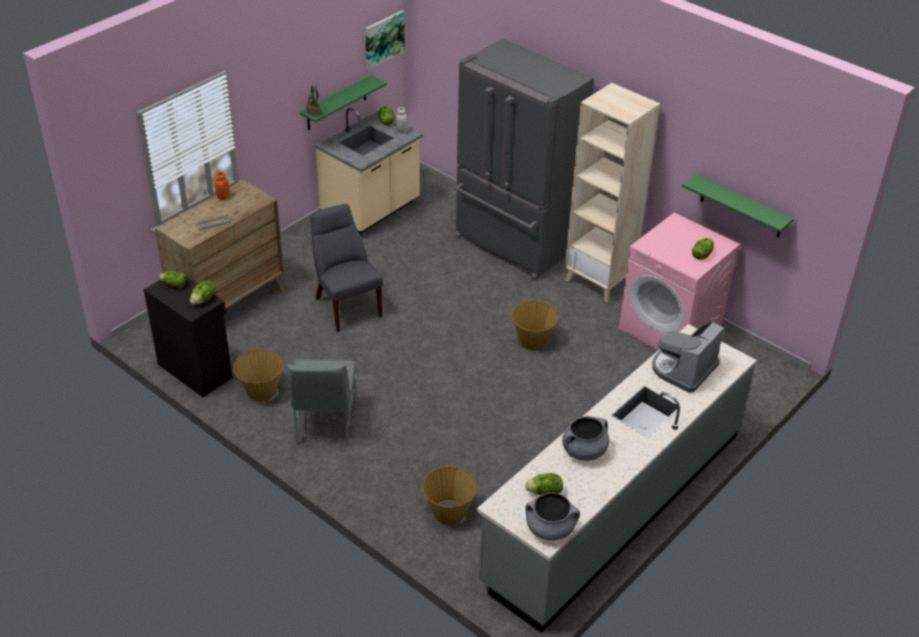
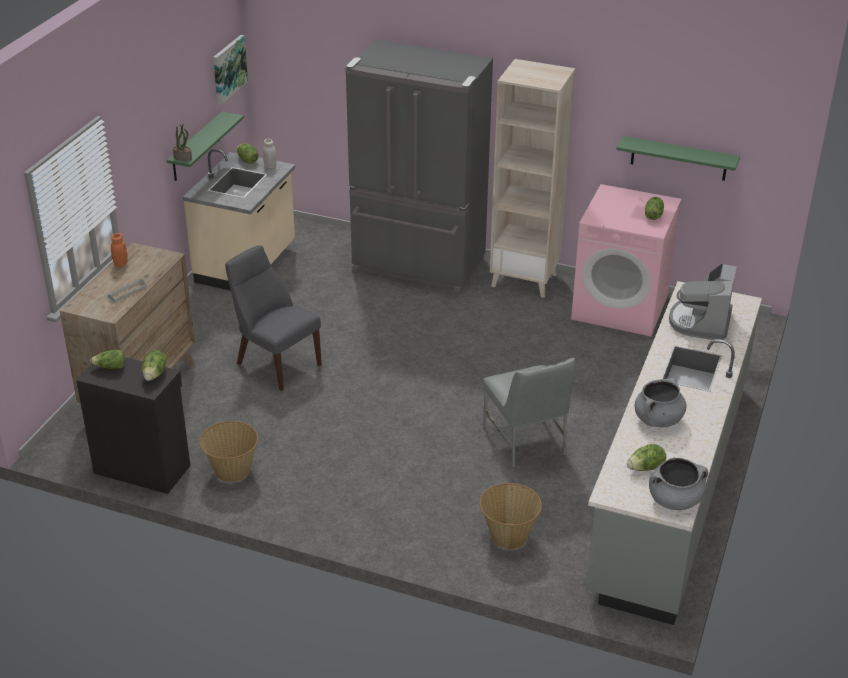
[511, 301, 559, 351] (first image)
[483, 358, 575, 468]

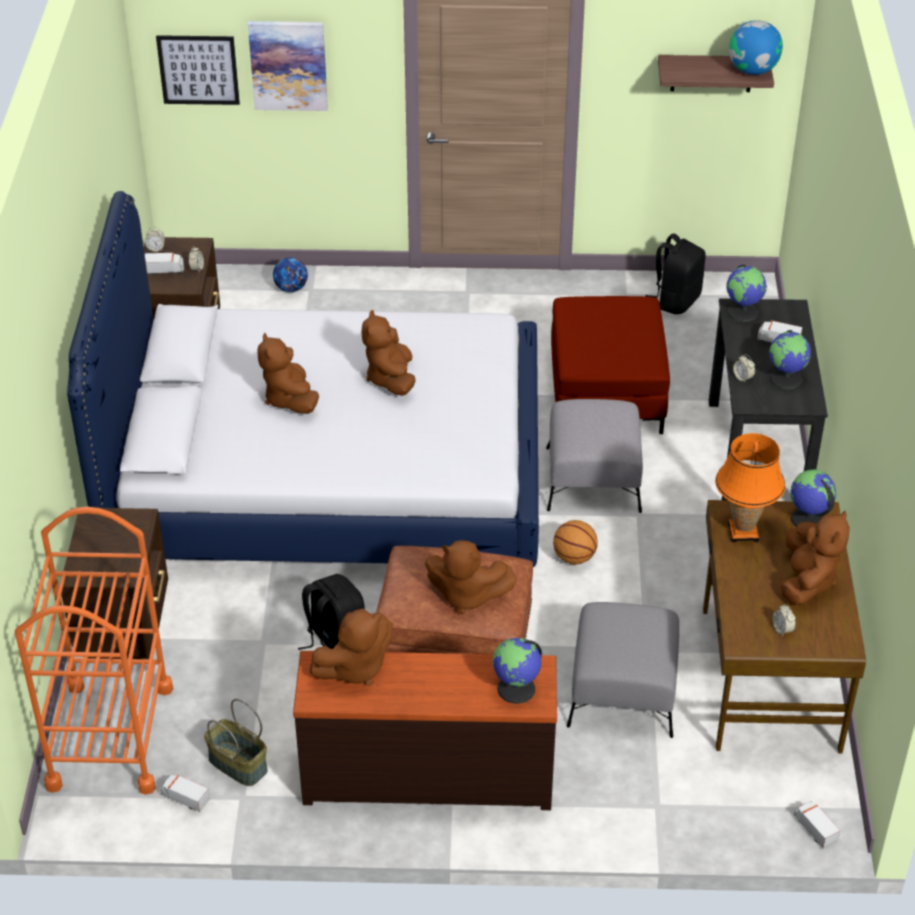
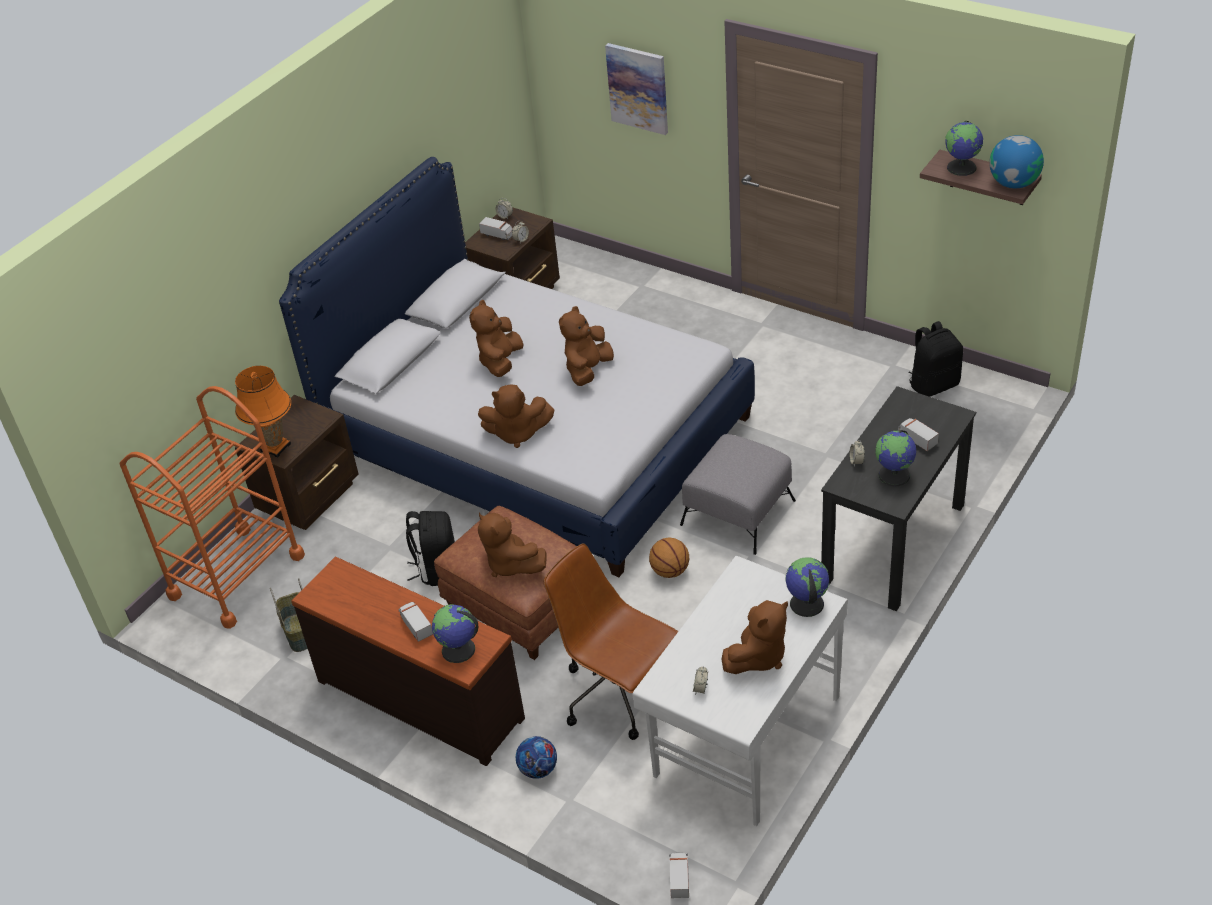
[156, 35, 240, 105] (first image)
[551, 296, 670, 434] (first image)
[398, 602, 433, 642]
[516, 736, 557, 779]
[478, 385, 554, 448]
[235, 366, 291, 458]
[945, 121, 983, 176]
[544, 544, 678, 740]
[633, 555, 848, 826]

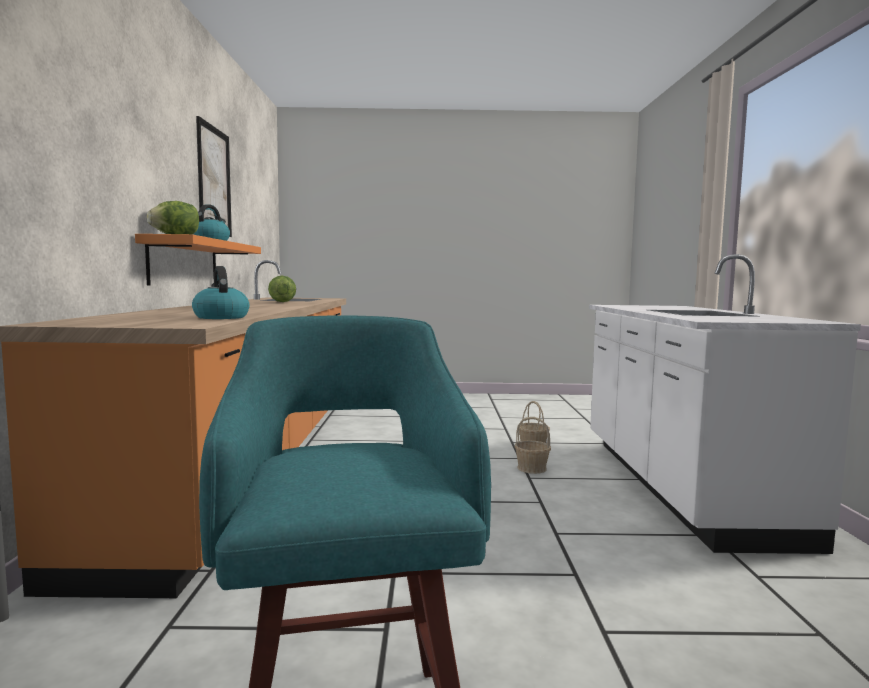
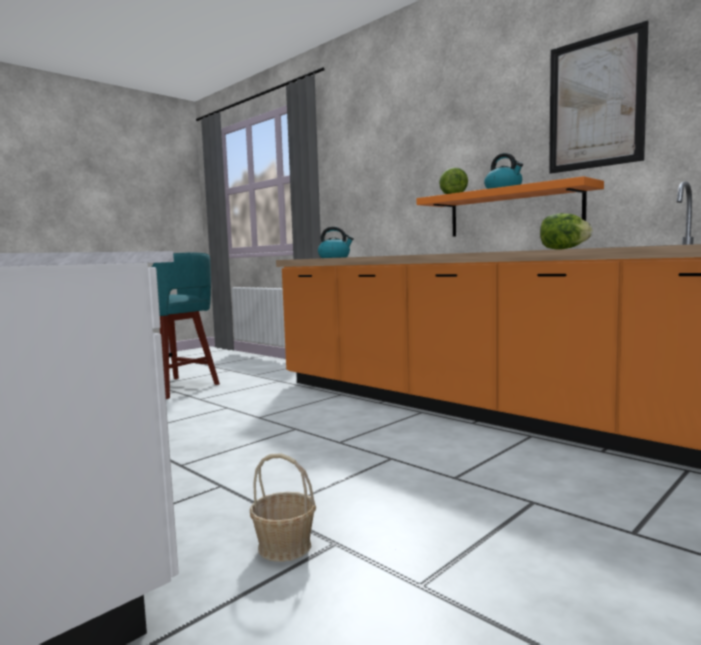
[515, 417, 551, 474] (first image)

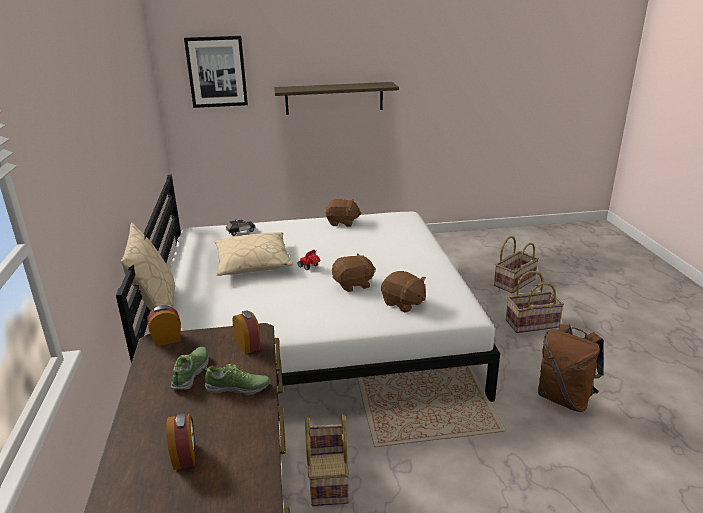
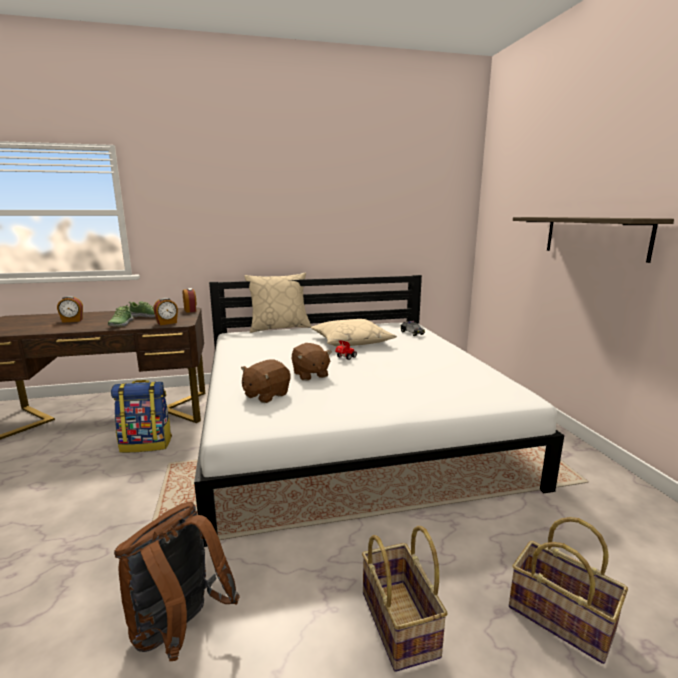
[184, 36, 248, 108] (first image)
[325, 199, 362, 227] (first image)
[111, 380, 172, 453]

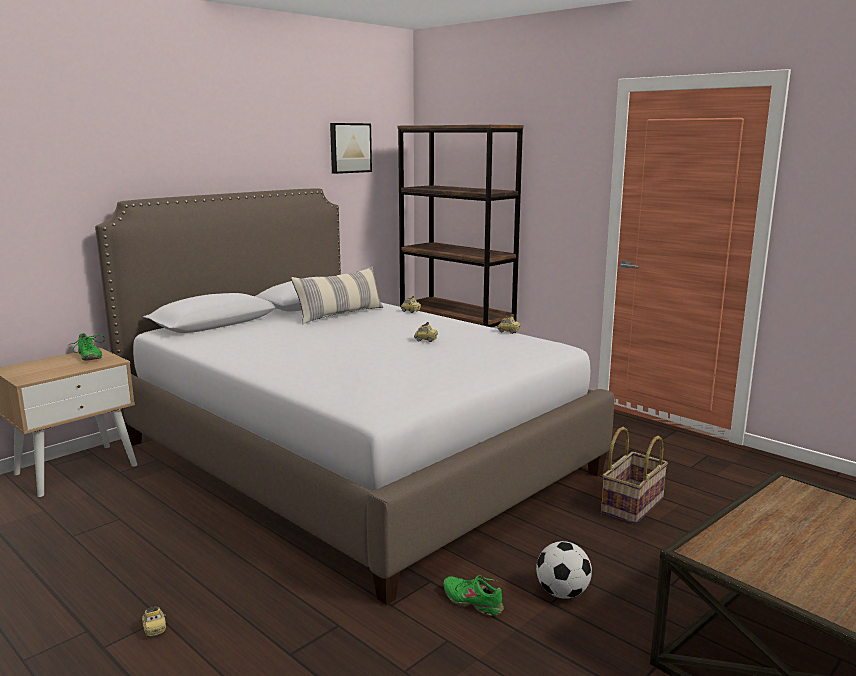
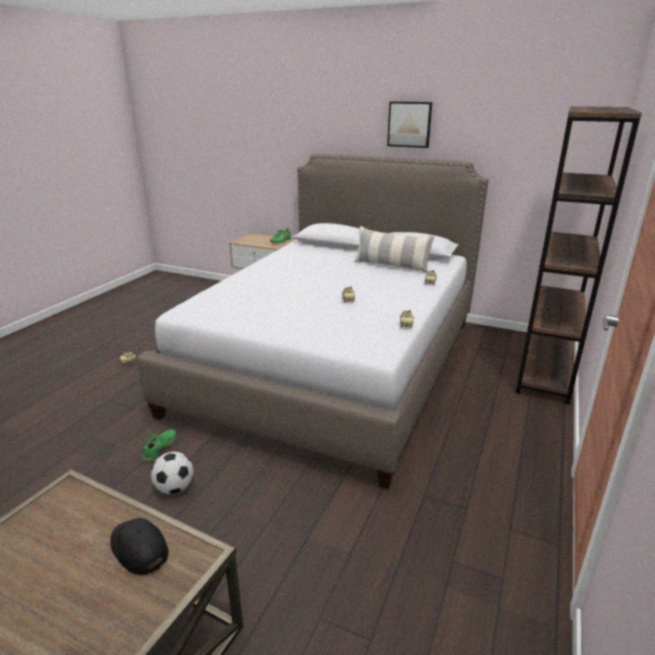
[601, 427, 668, 524] (first image)
[110, 518, 169, 575]
[387, 102, 432, 148]

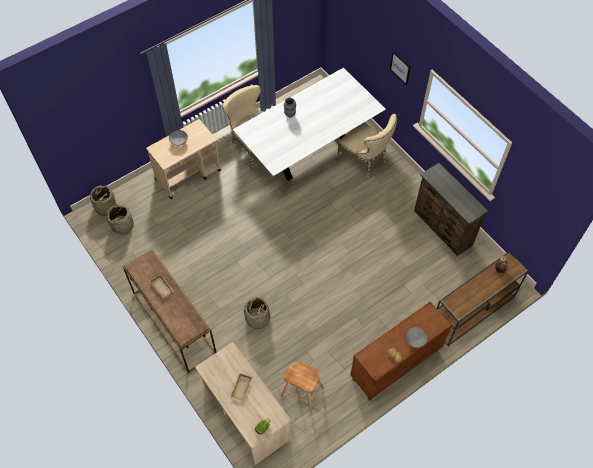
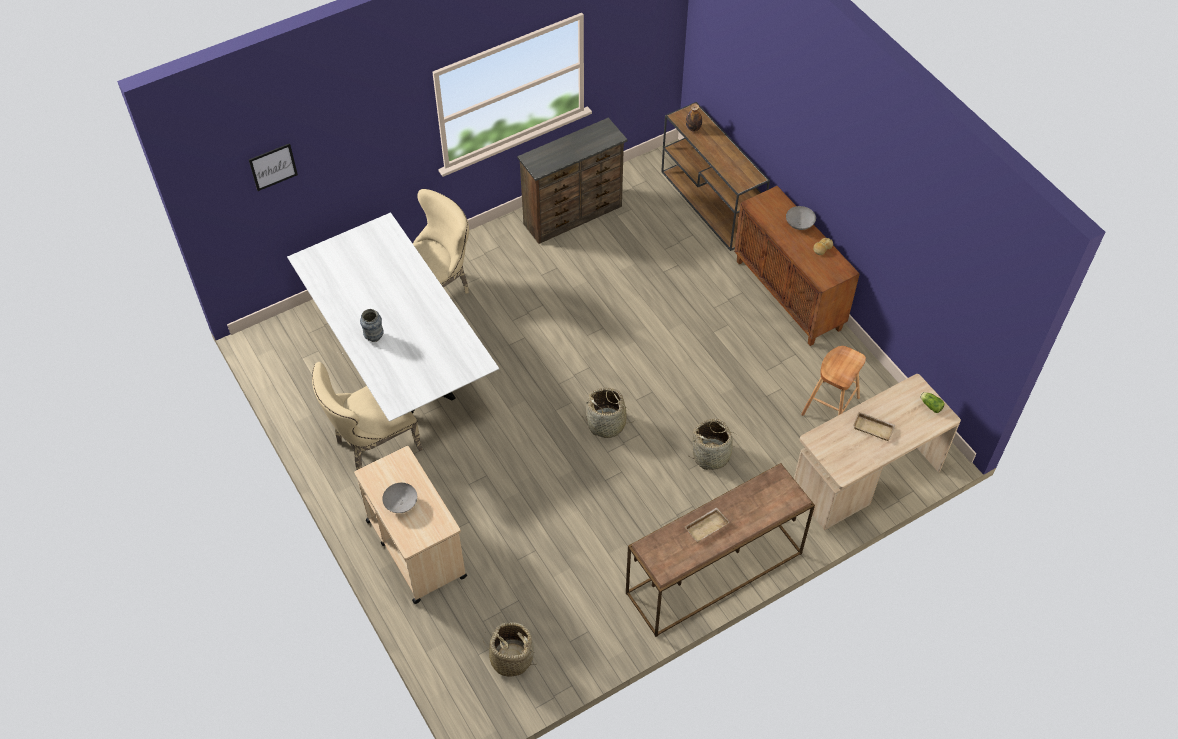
[583, 388, 635, 438]
[249, 143, 298, 191]

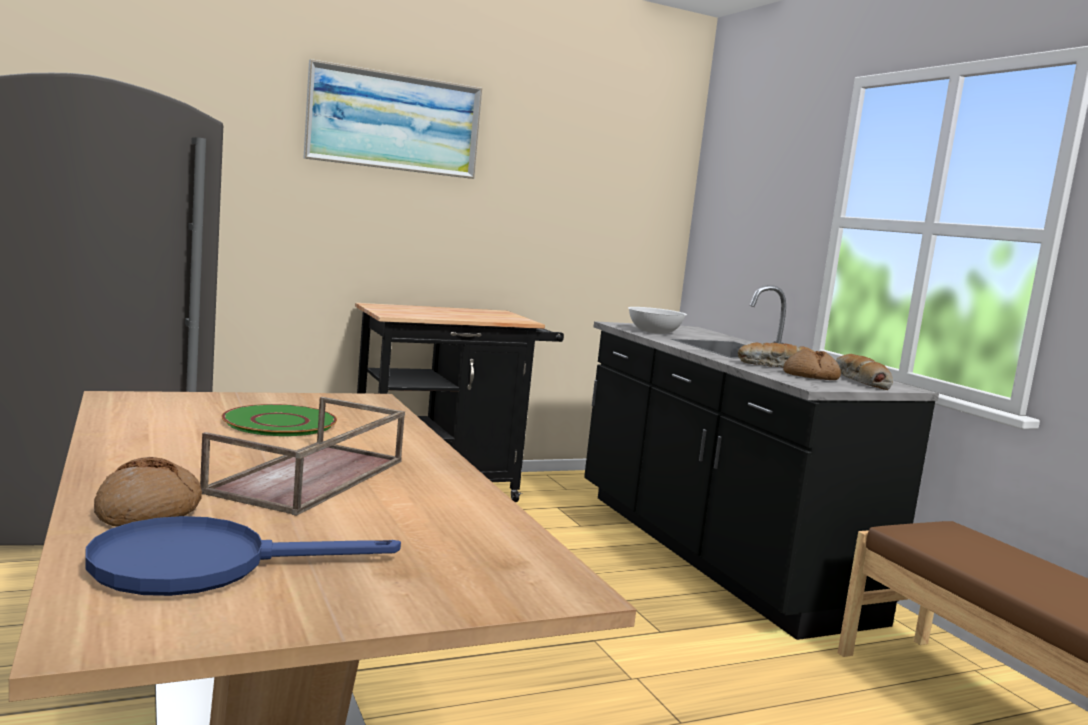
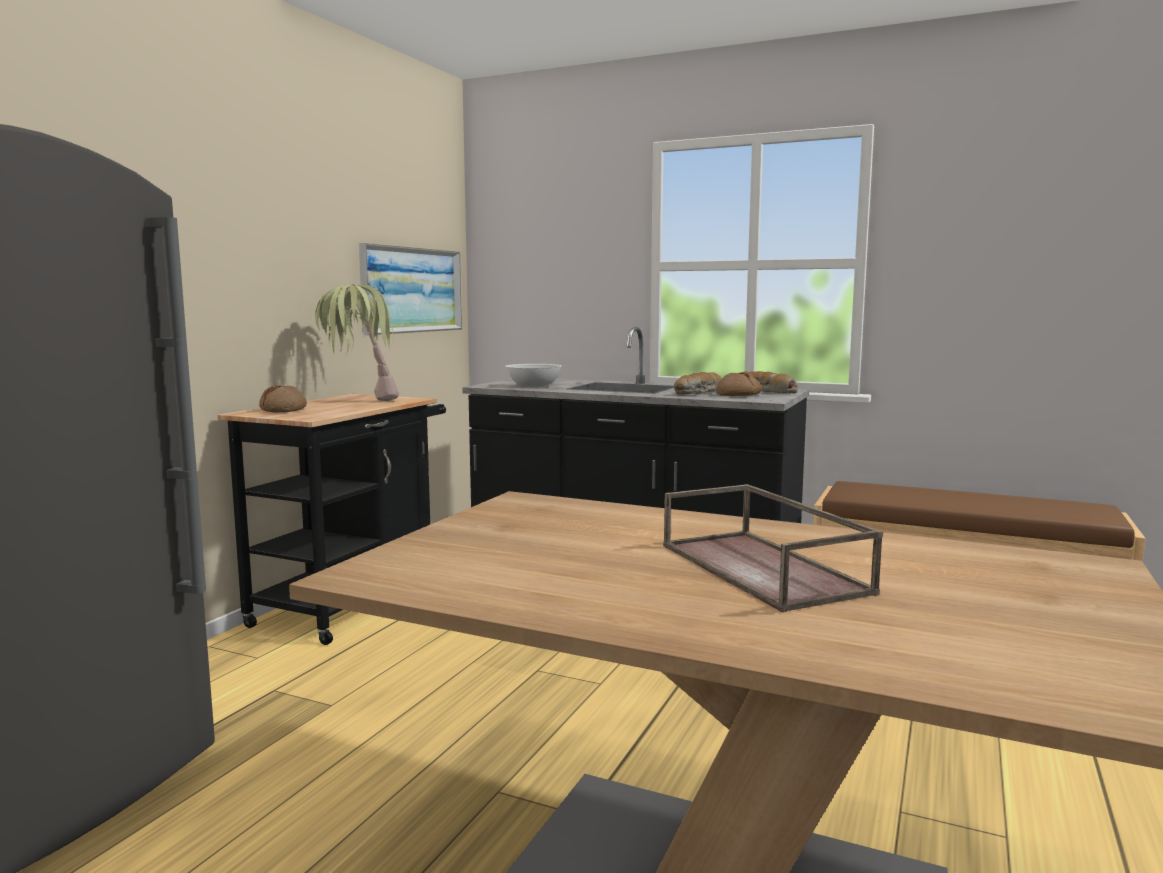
[85, 516, 401, 596] (first image)
[221, 404, 337, 436] (first image)
[315, 284, 399, 401]
[259, 385, 307, 413]
[359, 243, 462, 335]

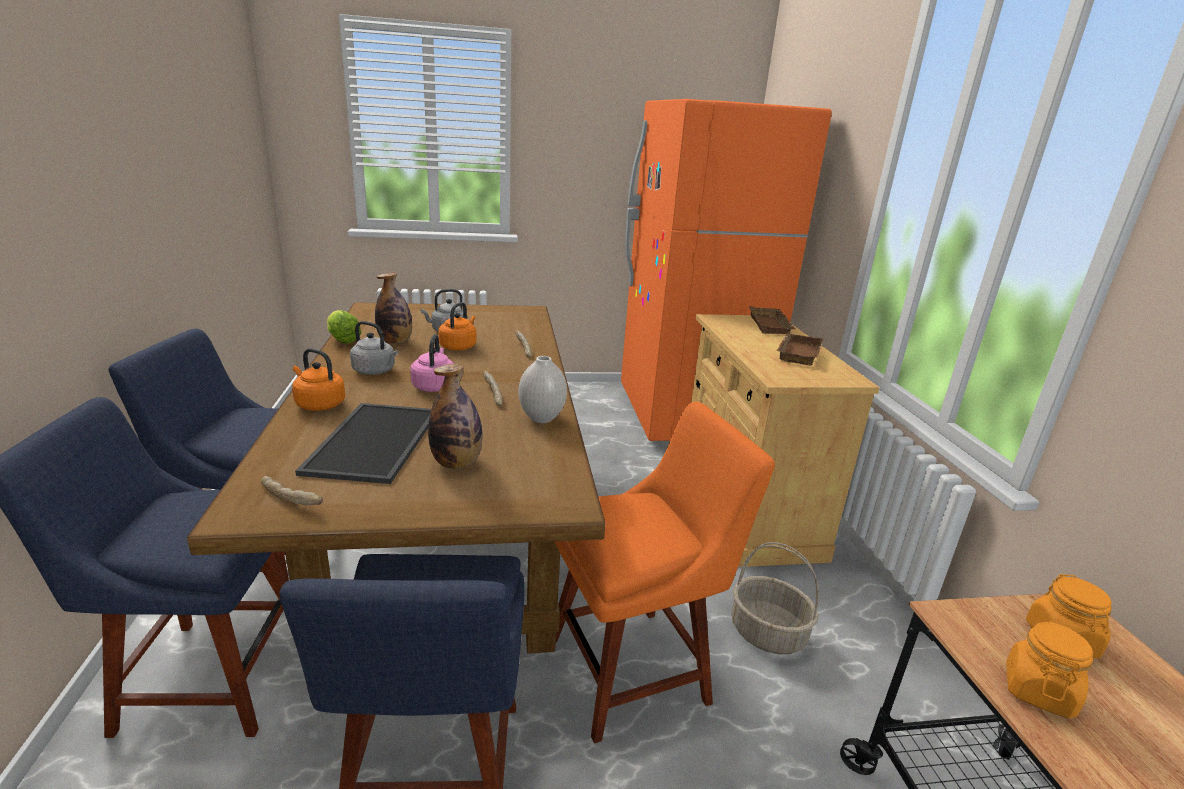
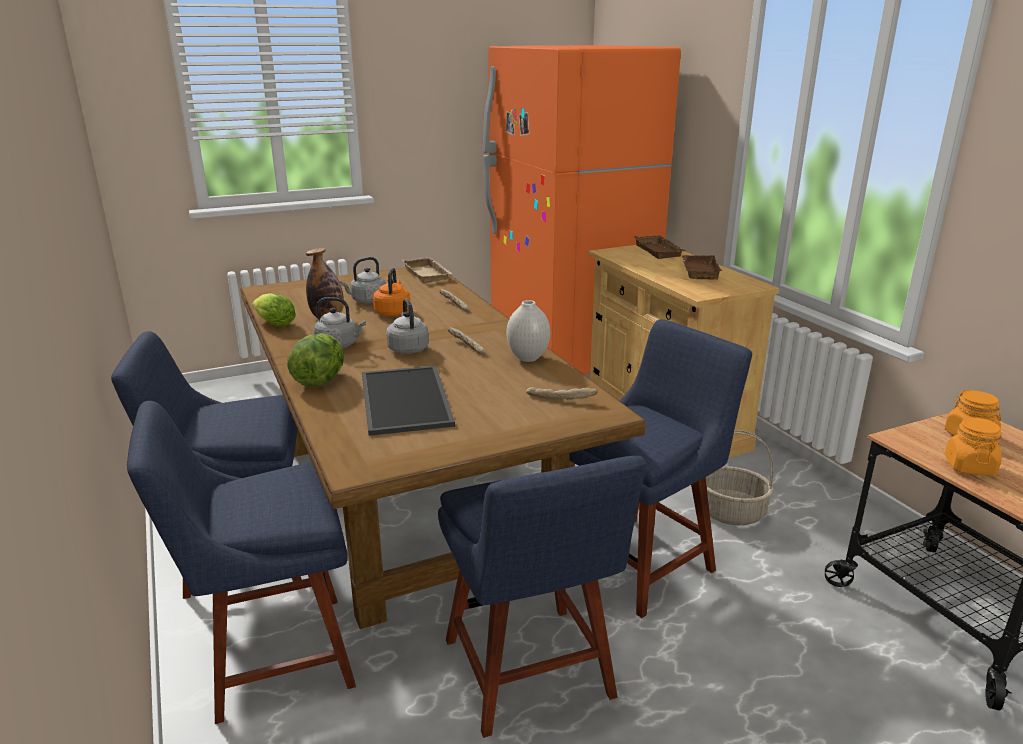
[428, 364, 482, 469] (first image)
[402, 257, 453, 283]
[526, 387, 598, 399]
[287, 333, 344, 387]
[386, 299, 429, 354]
[569, 319, 752, 618]

